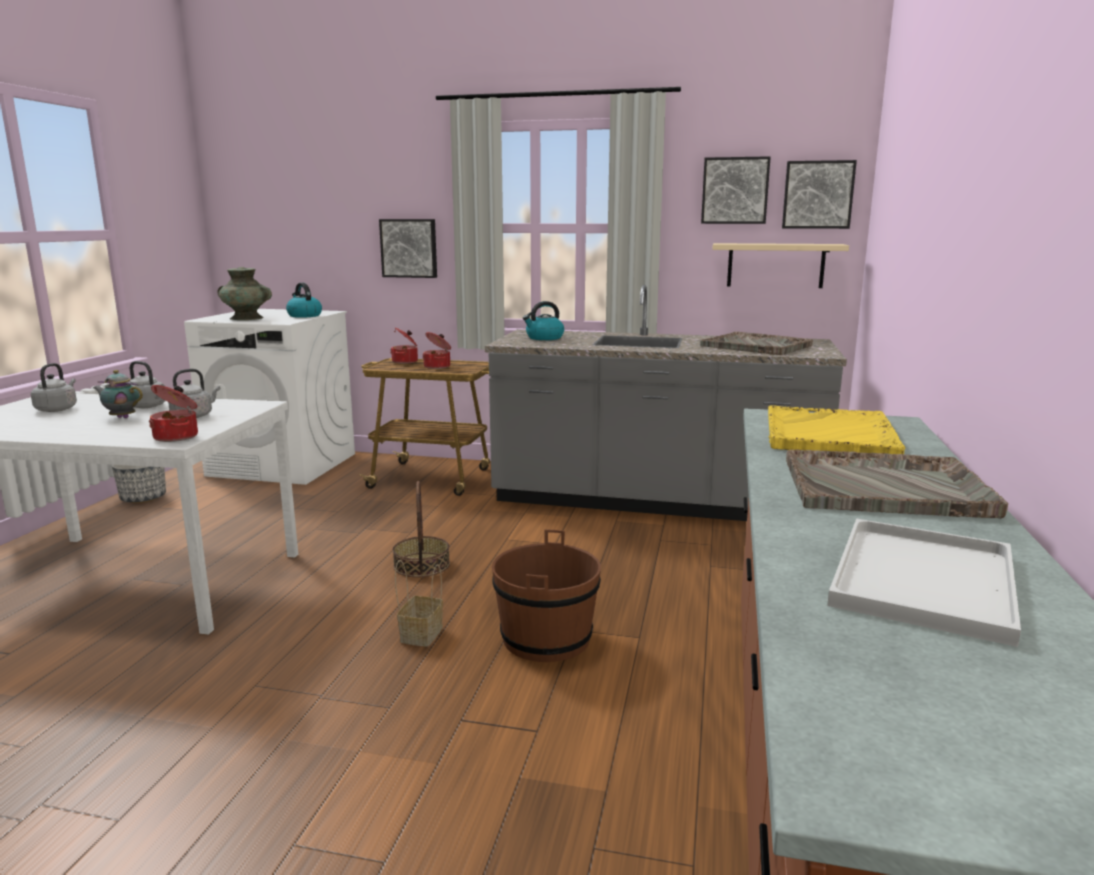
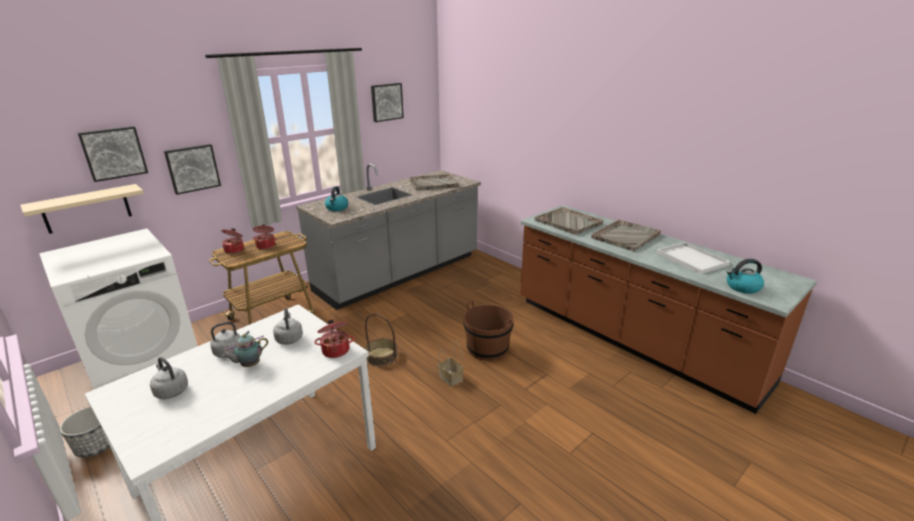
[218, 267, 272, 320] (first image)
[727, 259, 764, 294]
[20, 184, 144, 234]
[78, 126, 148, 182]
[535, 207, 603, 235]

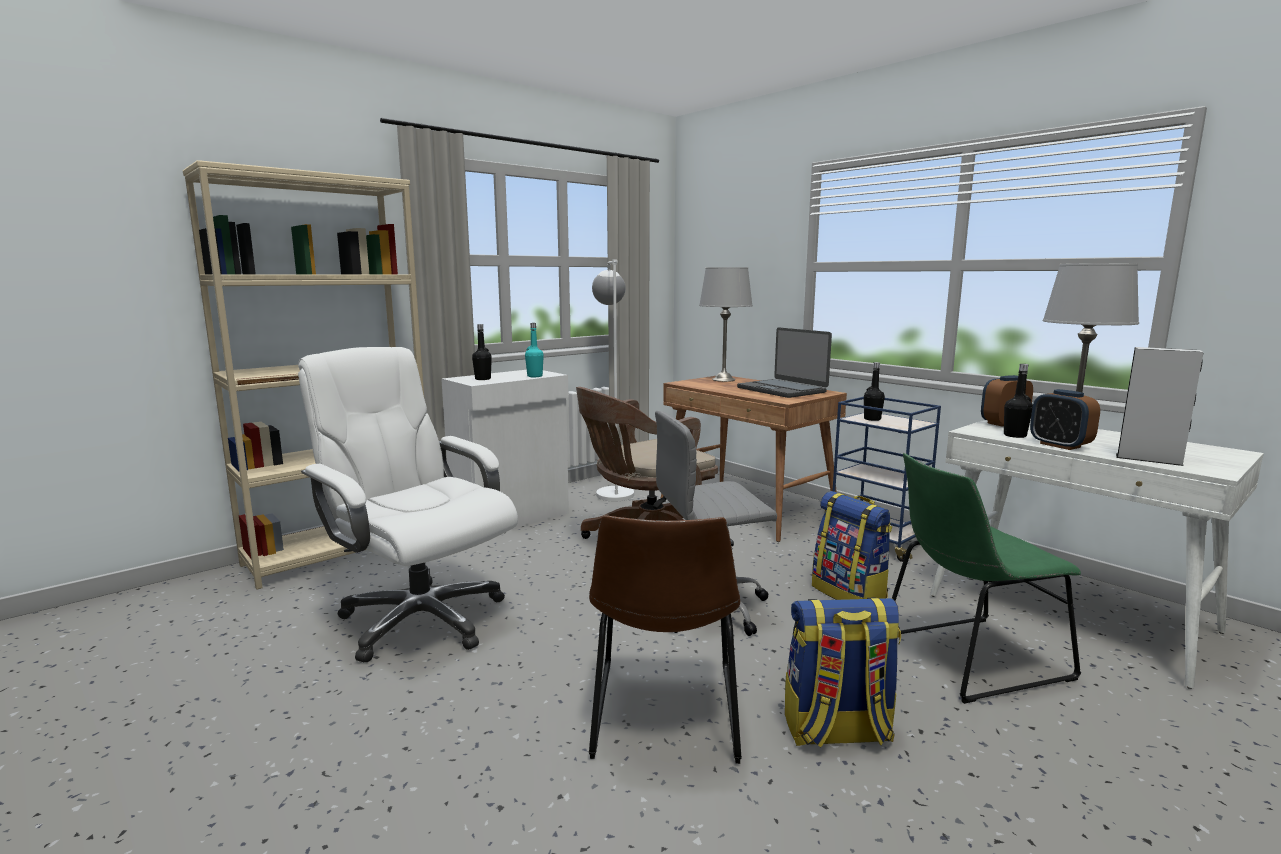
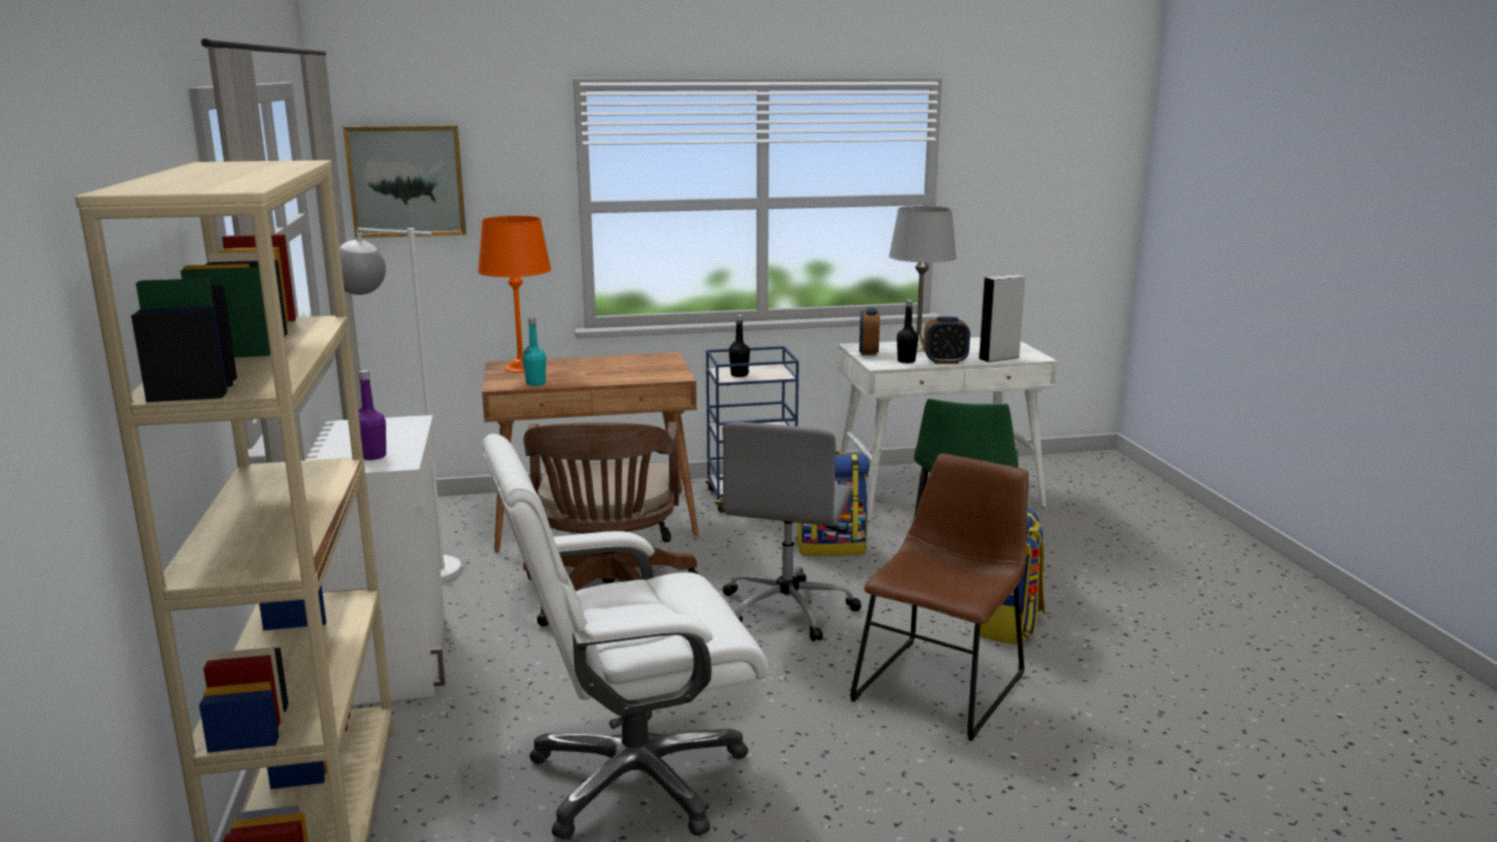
[737, 327, 832, 398] (first image)
[343, 125, 466, 238]
[523, 318, 546, 386]
[359, 370, 386, 460]
[478, 216, 551, 372]
[850, 453, 1028, 741]

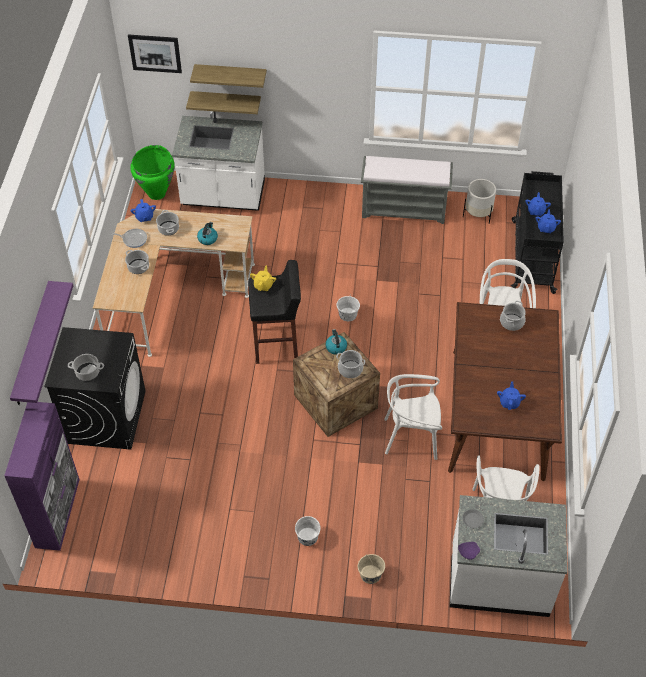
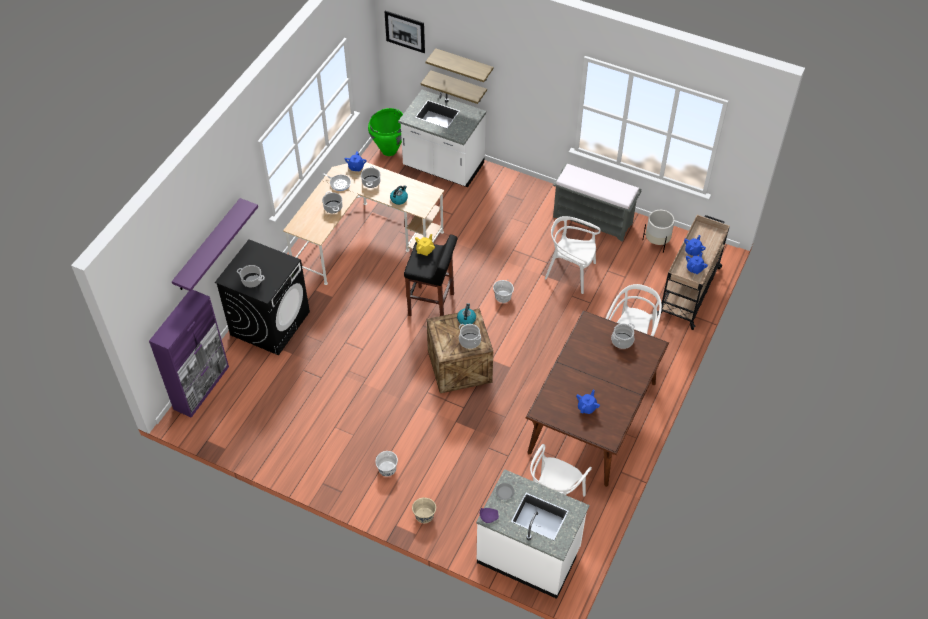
[545, 216, 601, 294]
[657, 215, 730, 330]

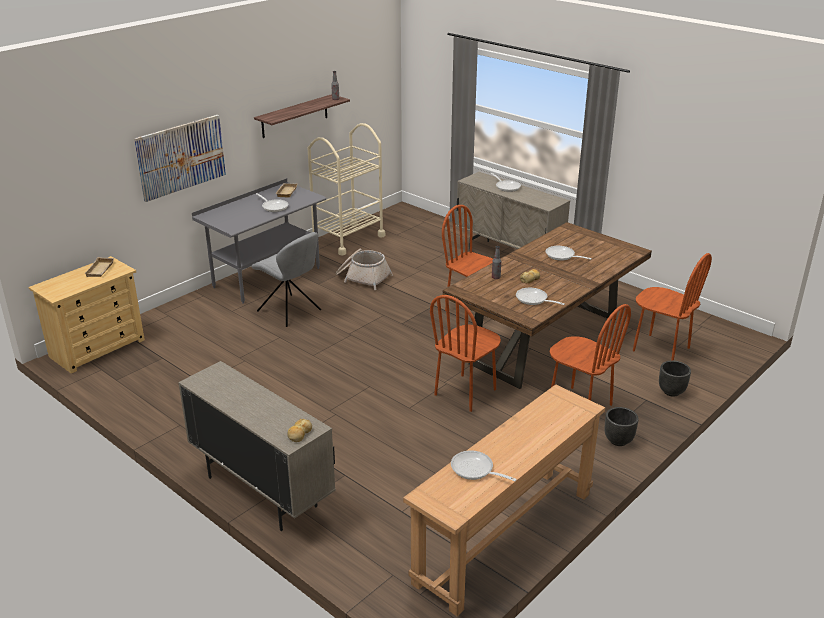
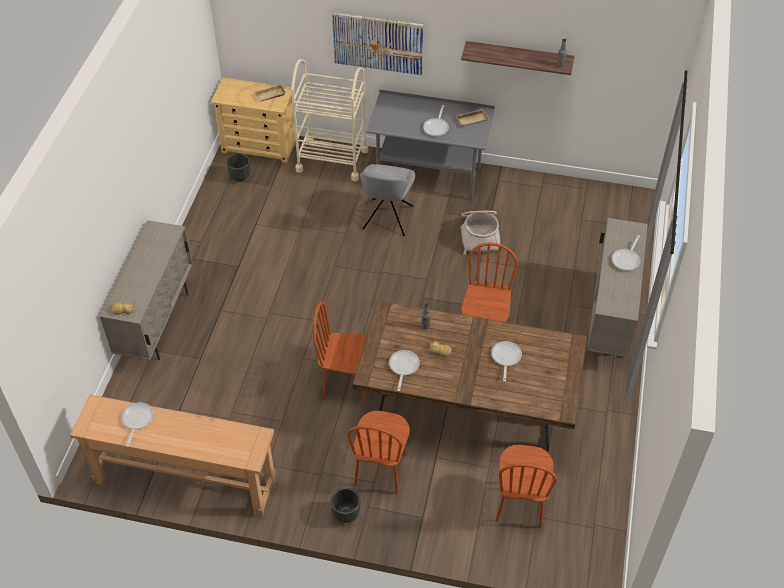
[291, 59, 368, 181]
[226, 153, 251, 182]

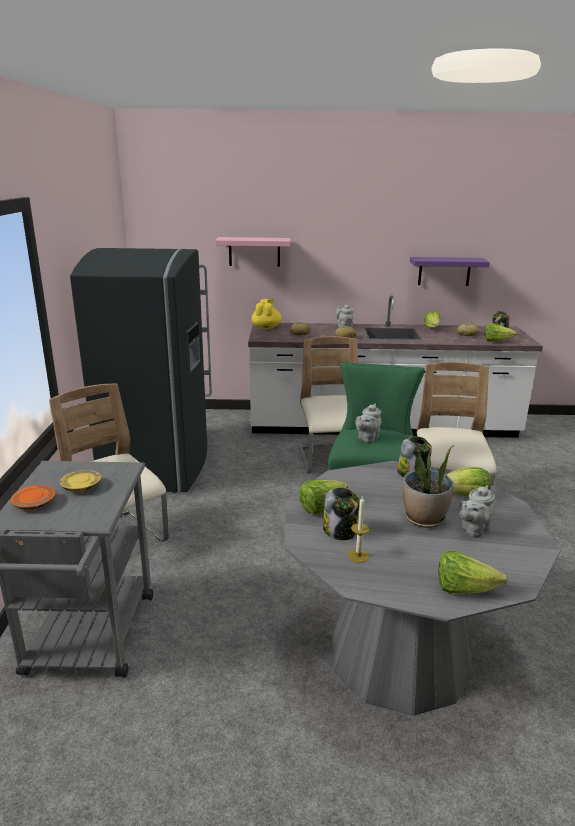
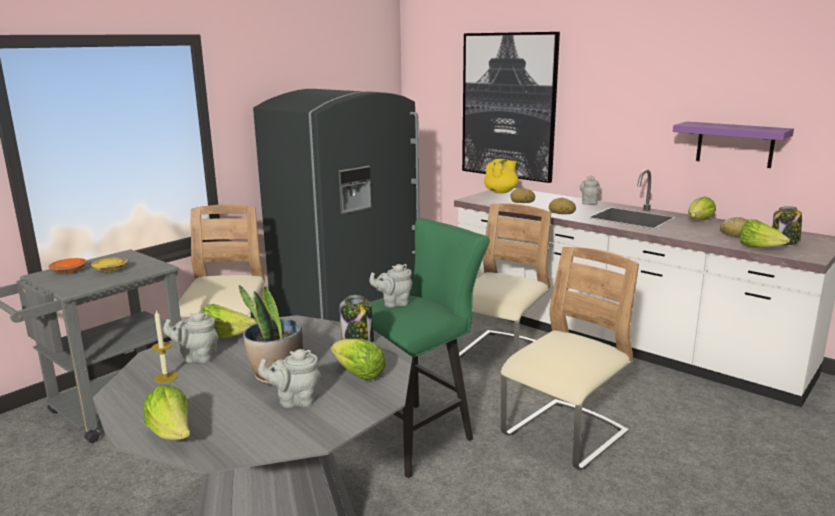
[462, 32, 560, 183]
[163, 312, 218, 363]

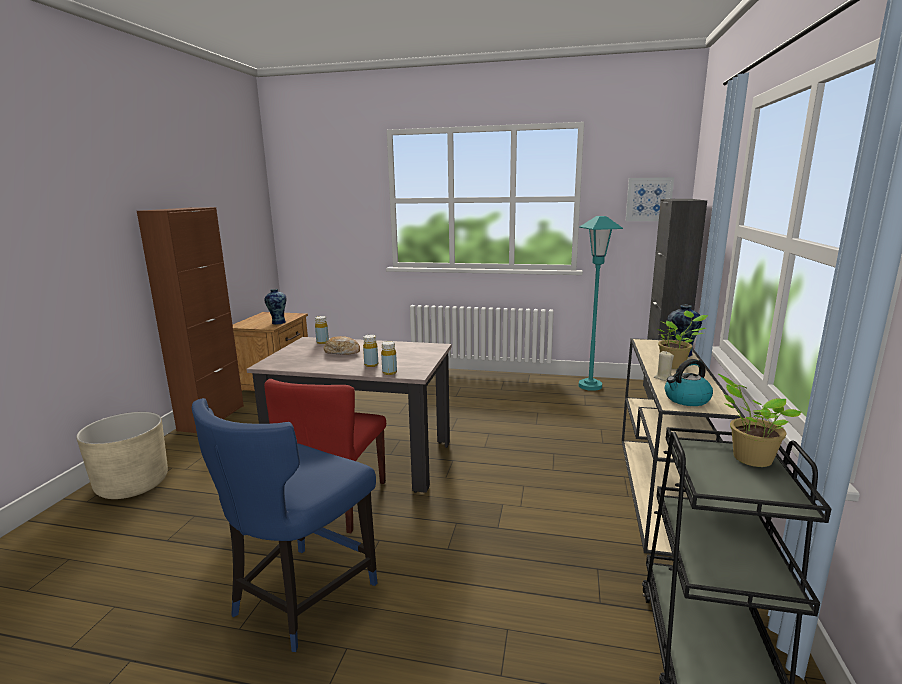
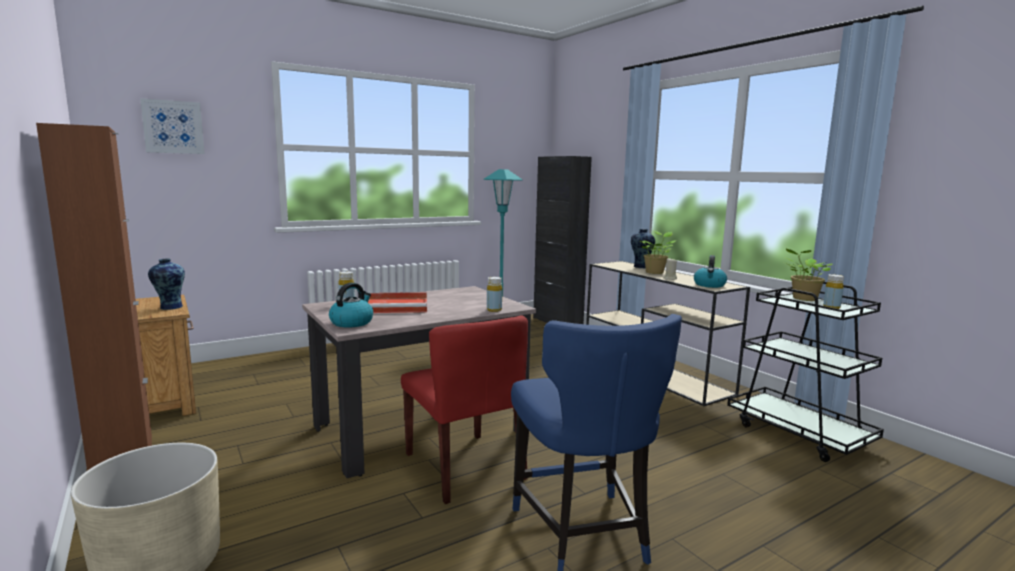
[329, 283, 373, 328]
[823, 274, 844, 309]
[140, 98, 205, 154]
[368, 292, 427, 313]

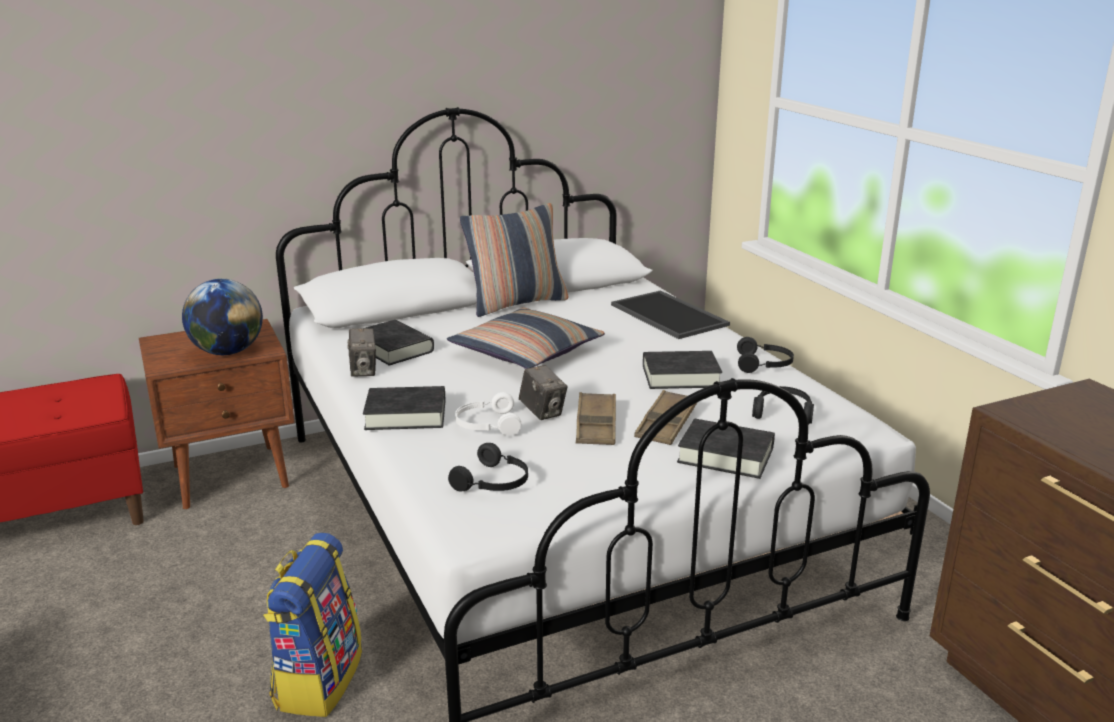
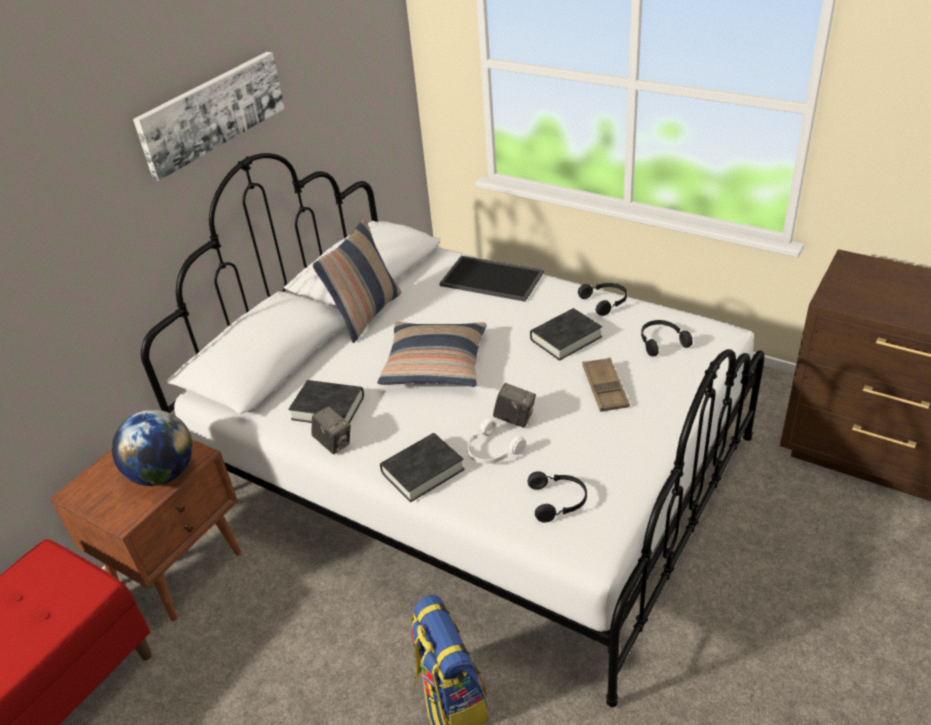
[576, 392, 616, 445] (first image)
[677, 419, 775, 479] (first image)
[133, 52, 285, 181]

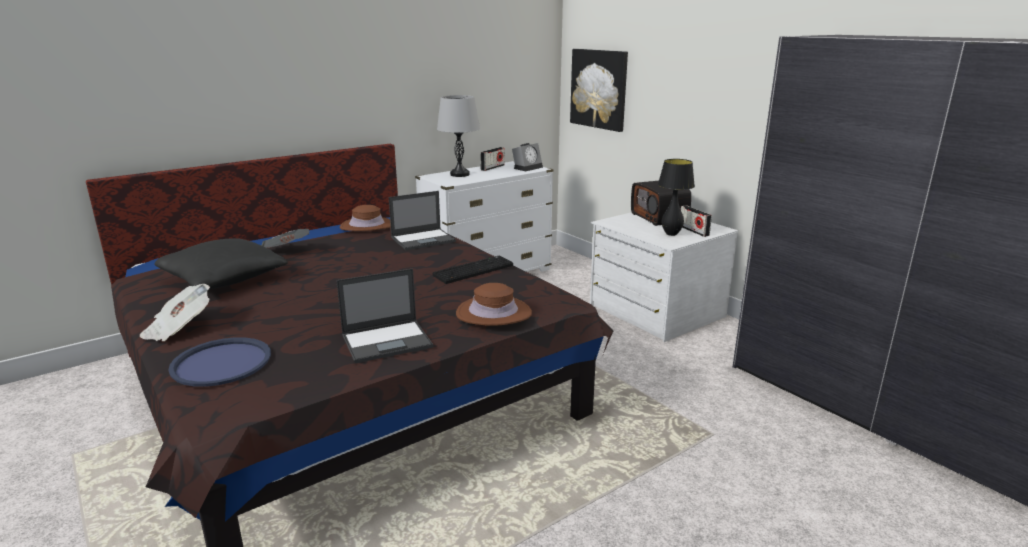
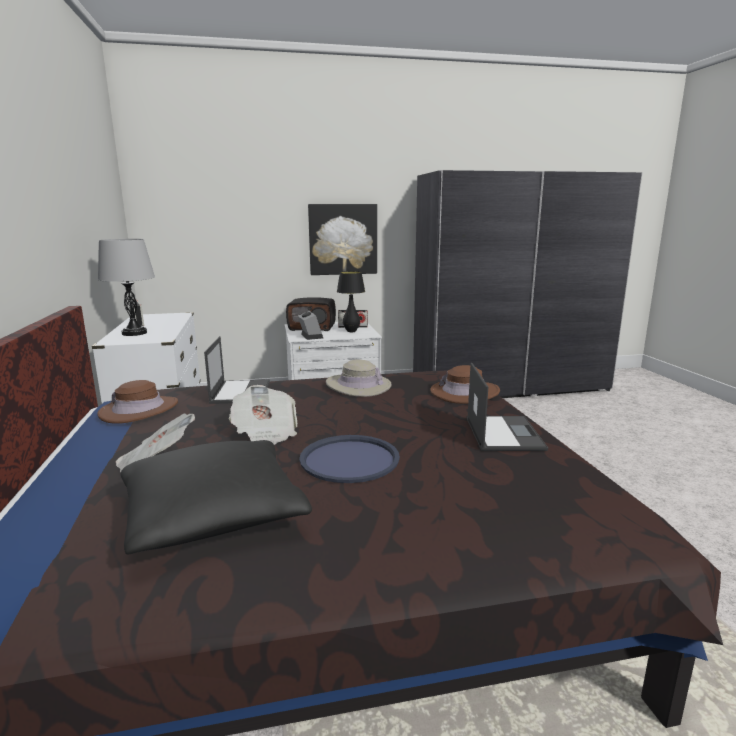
[229, 385, 297, 445]
[299, 435, 400, 483]
[298, 311, 323, 340]
[308, 204, 377, 275]
[326, 359, 392, 397]

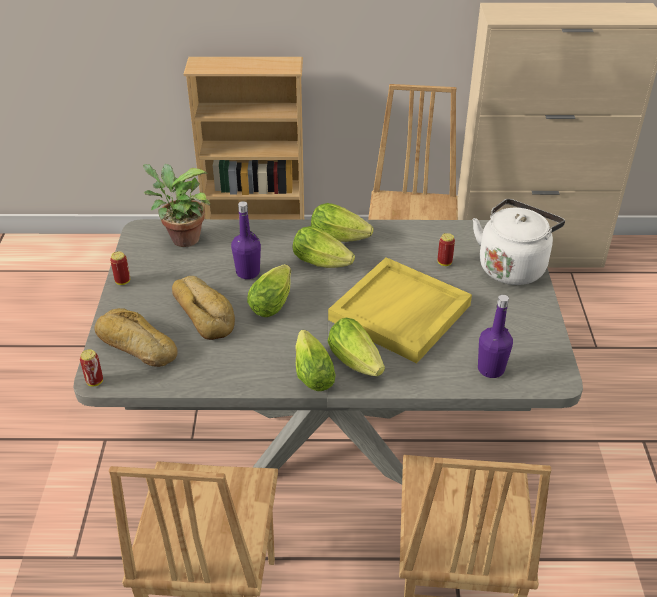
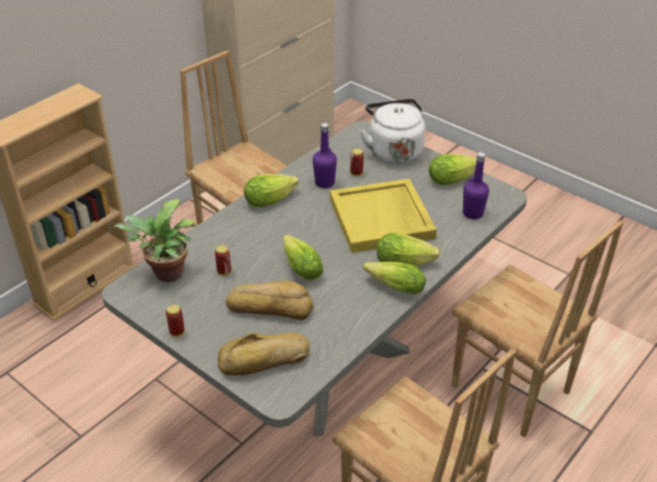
[215, 245, 231, 276]
[313, 123, 337, 188]
[429, 154, 477, 185]

